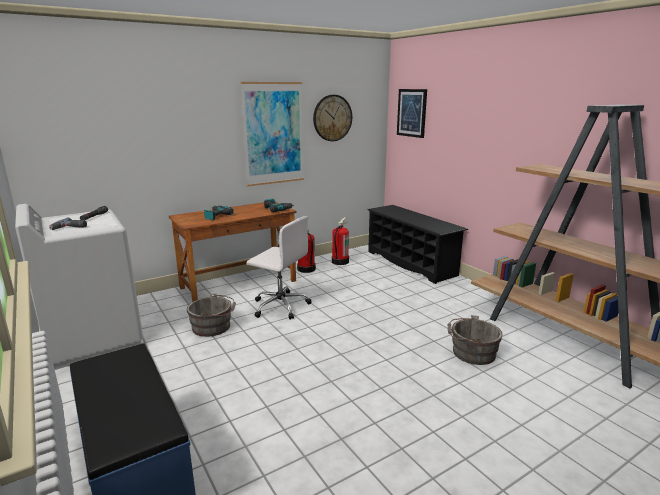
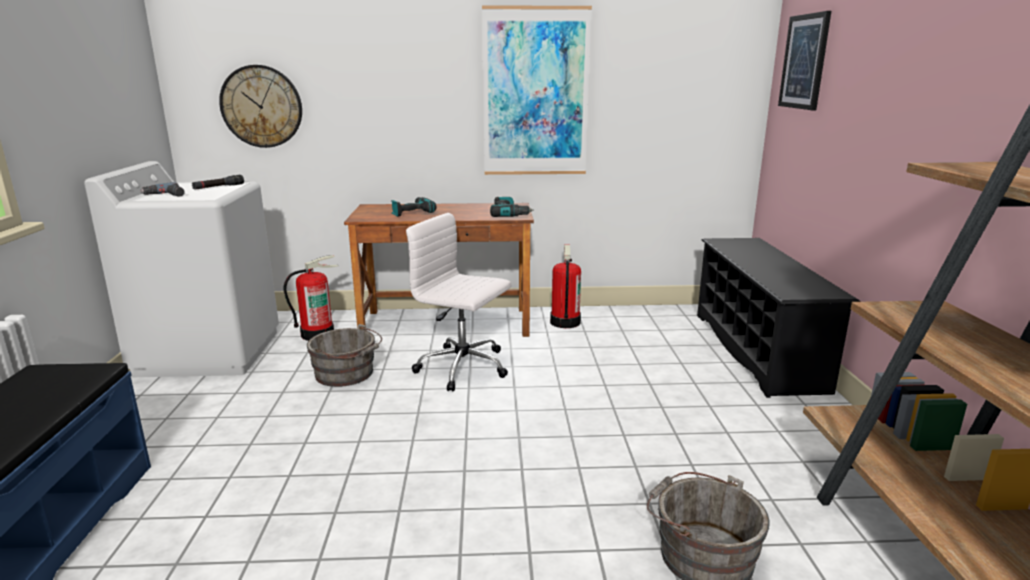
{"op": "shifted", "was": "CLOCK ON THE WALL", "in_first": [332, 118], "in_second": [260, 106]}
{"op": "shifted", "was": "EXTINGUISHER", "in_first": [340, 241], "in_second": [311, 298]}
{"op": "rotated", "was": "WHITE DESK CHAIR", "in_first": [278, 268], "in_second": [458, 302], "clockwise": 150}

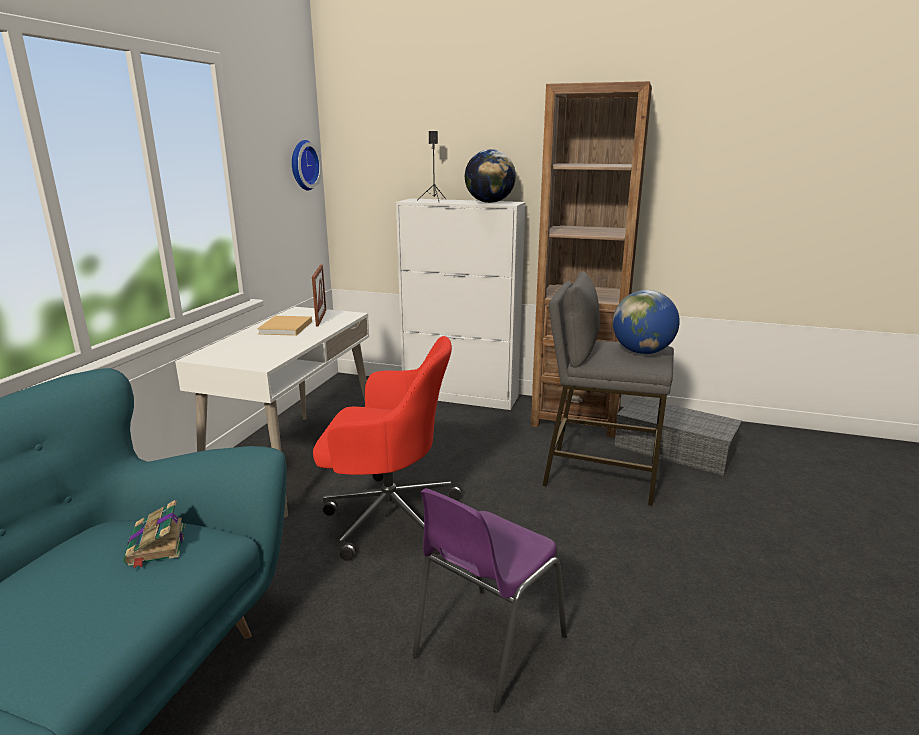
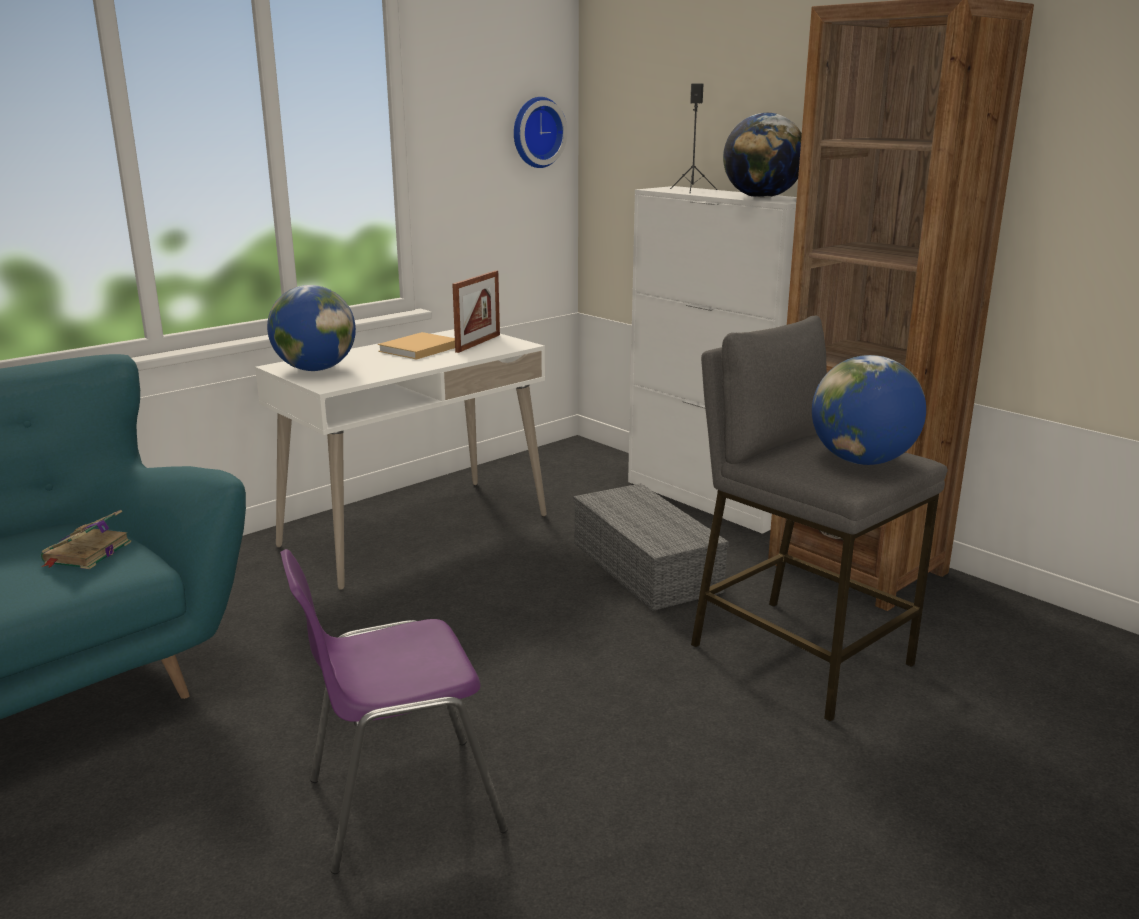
{"op": "gone", "was": "REDDISH DESK CHAIR", "in_first": [387, 448]}
{"op": "new", "now": "WORLD GLOBE", "in_second": [311, 328]}
{"op": "shifted", "was": "GREYISH STORAGE BIN", "in_first": [678, 436], "in_second": [651, 547]}

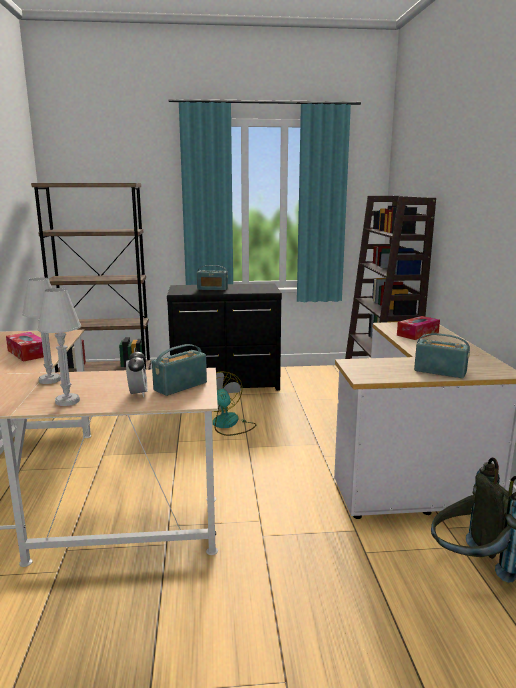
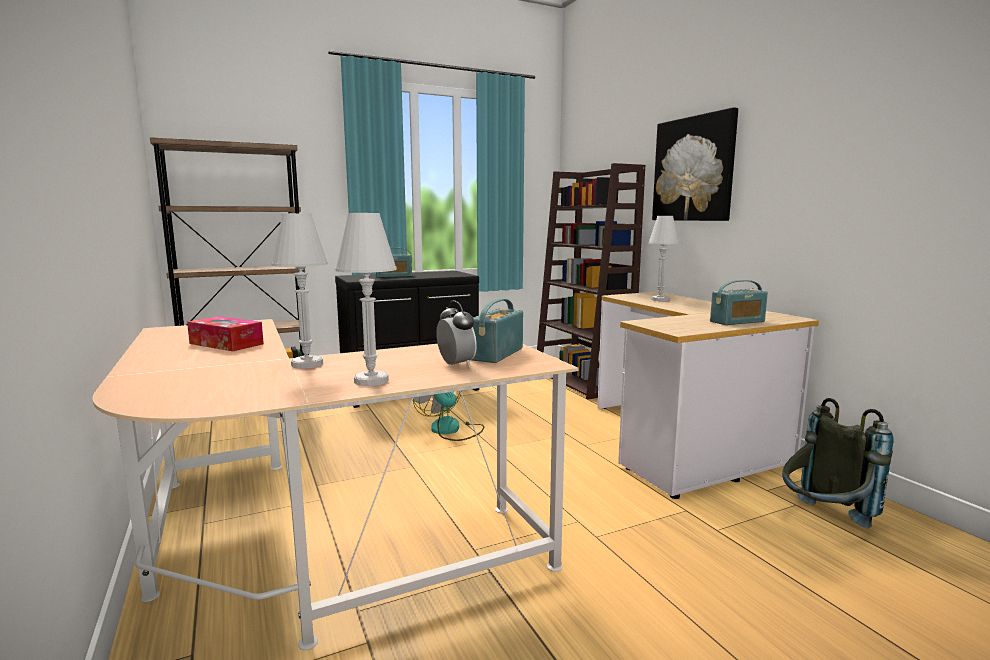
{"op": "new", "now": "PICTURE", "in_second": [695, 164]}
{"op": "swapped", "was": "TISSUE HOLDER", "now": "WHITE LAMP FOR A TABLE", "in_first": [418, 328], "in_second": [663, 258]}
{"op": "rotated", "was": "RADIO", "in_first": [442, 355], "in_second": [739, 302], "clockwise": 150}

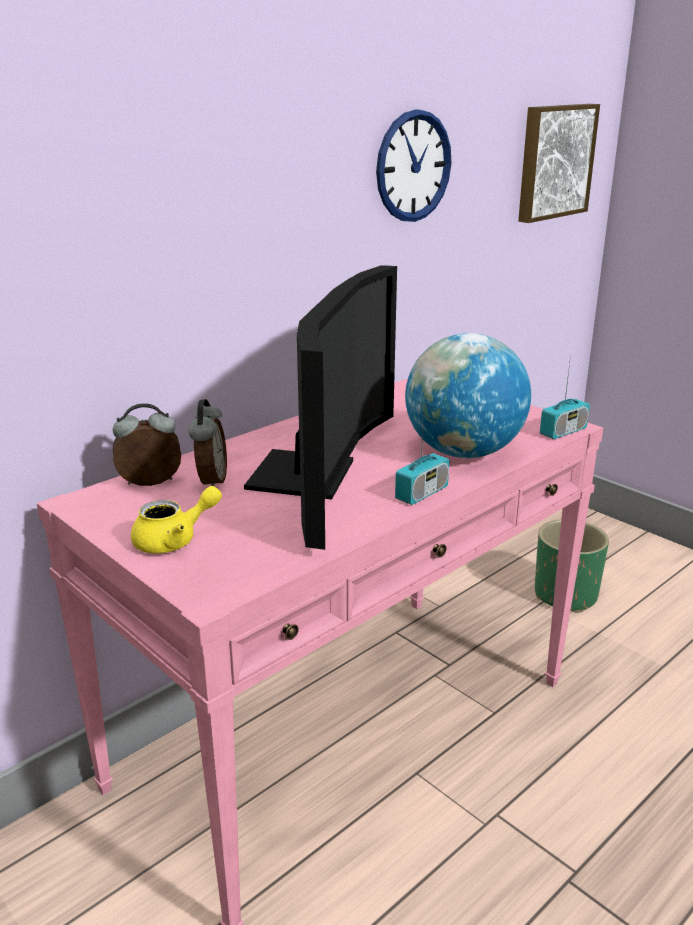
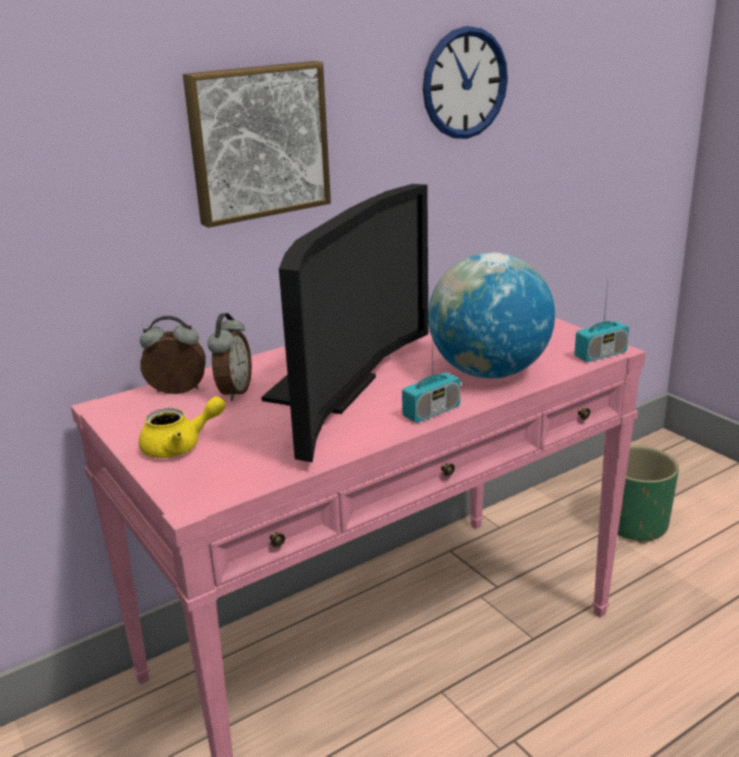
{"op": "shifted", "was": "PICTURE", "in_first": [559, 163], "in_second": [257, 144]}

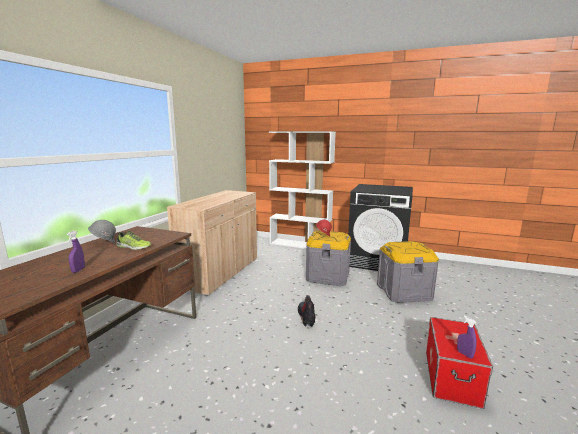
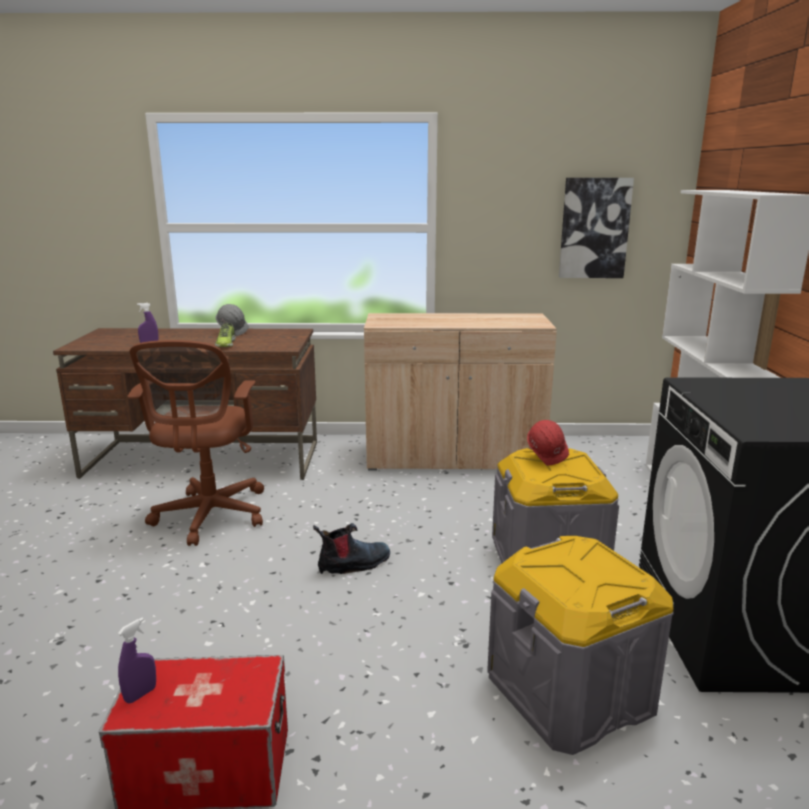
{"op": "new", "now": "BROWN-COLOURED DESK CHAIR", "in_second": [195, 443]}
{"op": "new", "now": "PICTURE", "in_second": [596, 228]}

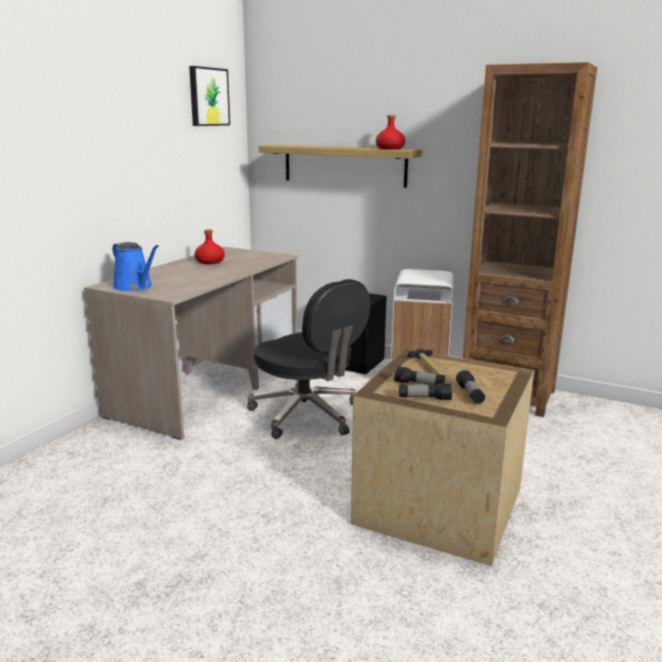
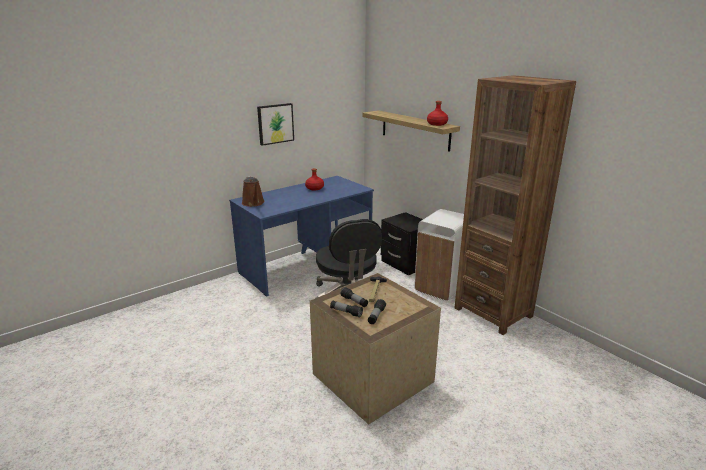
{"op": "shifted", "was": "PICTURE", "in_first": [209, 96], "in_second": [275, 124]}
{"op": "repainted", "was": "SAND-COLOURED DESK TABLE", "now": "BLUISH DESK TABLE", "in_first": [191, 343], "in_second": [301, 236]}
{"op": "repainted", "was": "BLUISH SPRINKLING CAN", "now": "BROWN-COLOURED SPRINKLING CAN", "in_first": [135, 266], "in_second": [253, 191]}

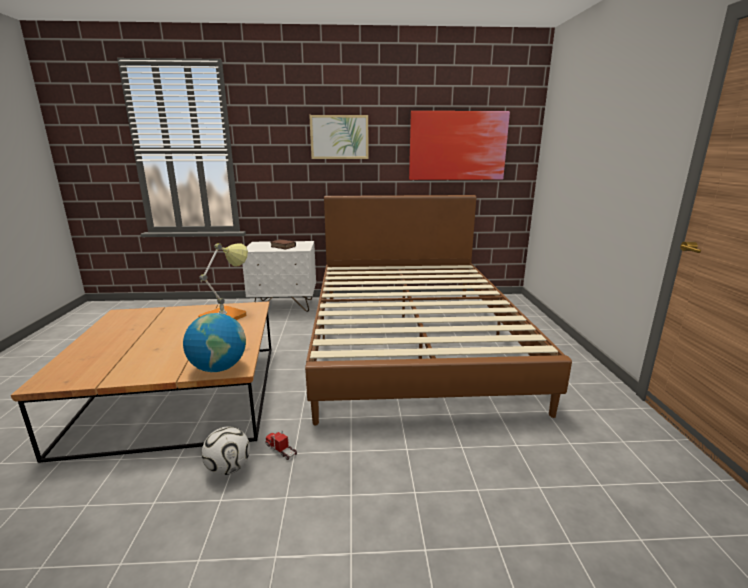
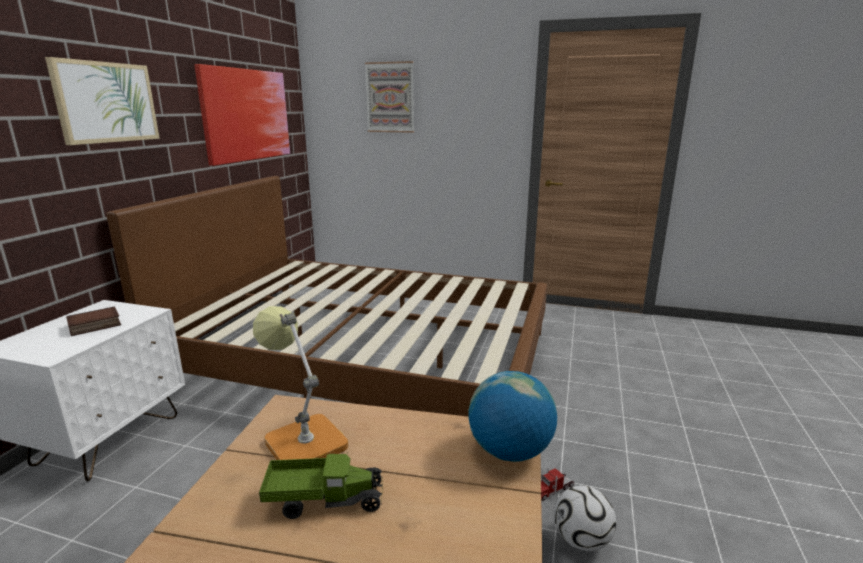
{"op": "new", "now": "MODEL TRUCK", "in_second": [321, 486]}
{"op": "new", "now": "PICTURE", "in_second": [389, 97]}

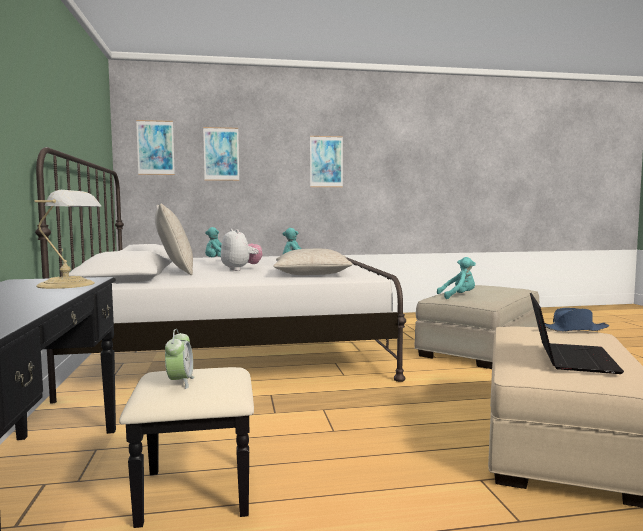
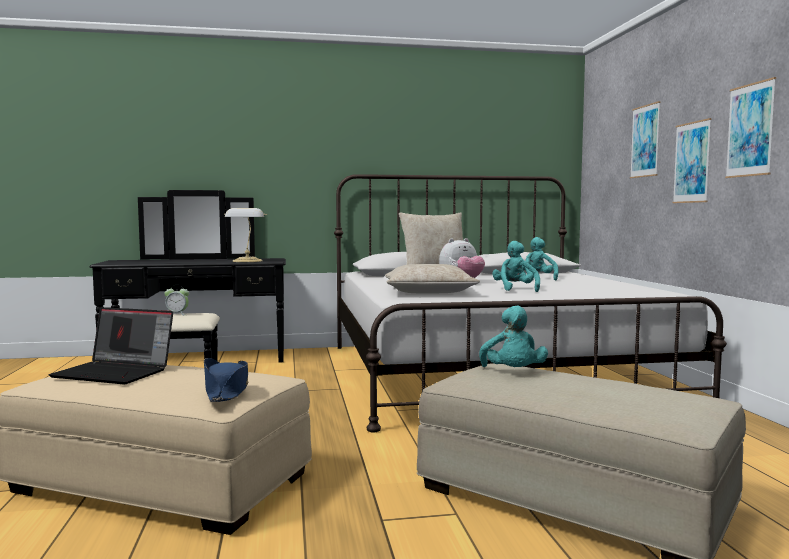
{"op": "shifted", "was": "PICTURE", "in_first": [155, 147], "in_second": [692, 160]}

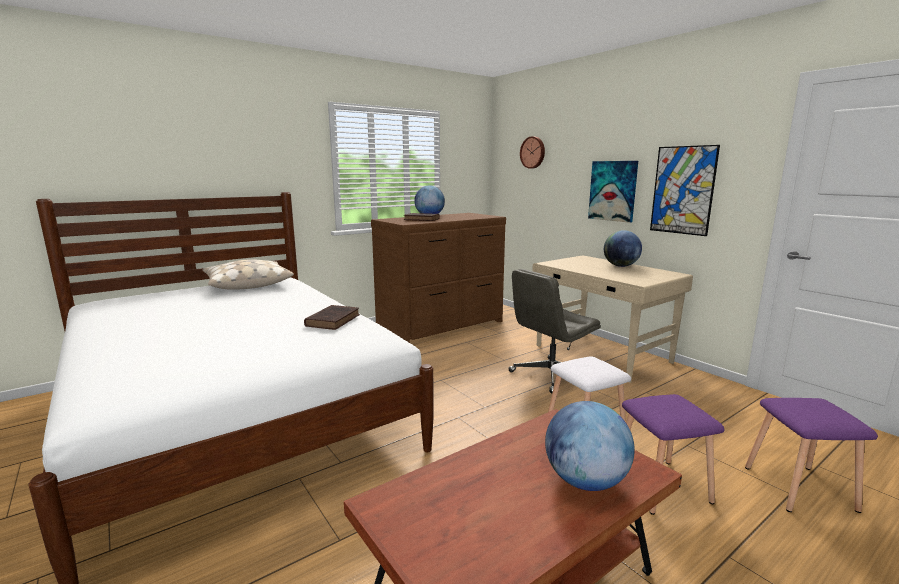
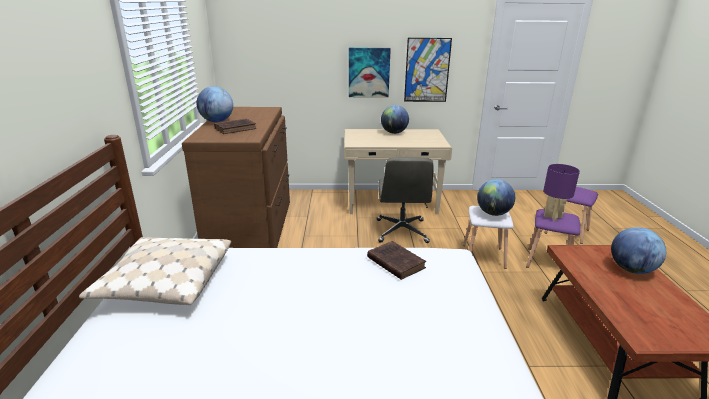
{"op": "gone", "was": "CLOCK ON THE WALL", "in_first": [532, 152]}
{"op": "new", "now": "WORLD GLOBE", "in_second": [496, 197]}
{"op": "new", "now": "PURPLE-COLOURED LAMP FOR A TABLE", "in_second": [561, 192]}

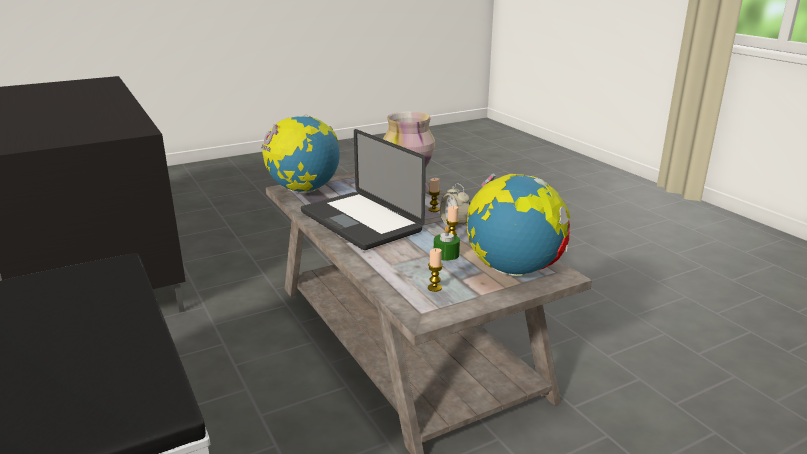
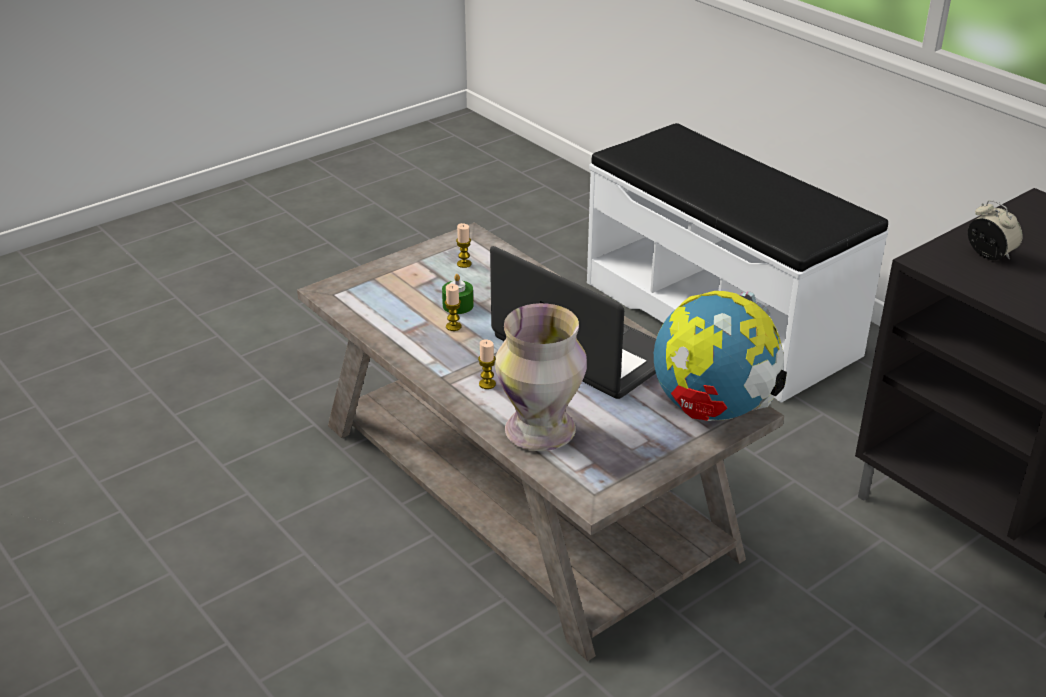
{"op": "gone", "was": "WORLD GLOBE", "in_first": [518, 224]}
{"op": "shifted", "was": "ALARM CLOCK", "in_first": [455, 205], "in_second": [995, 230]}

